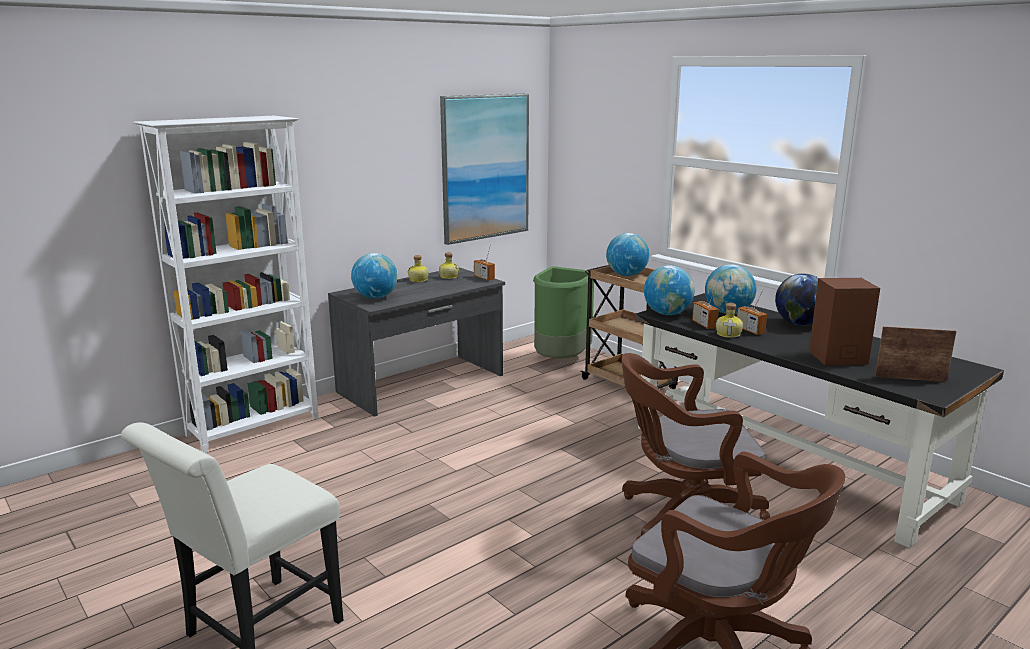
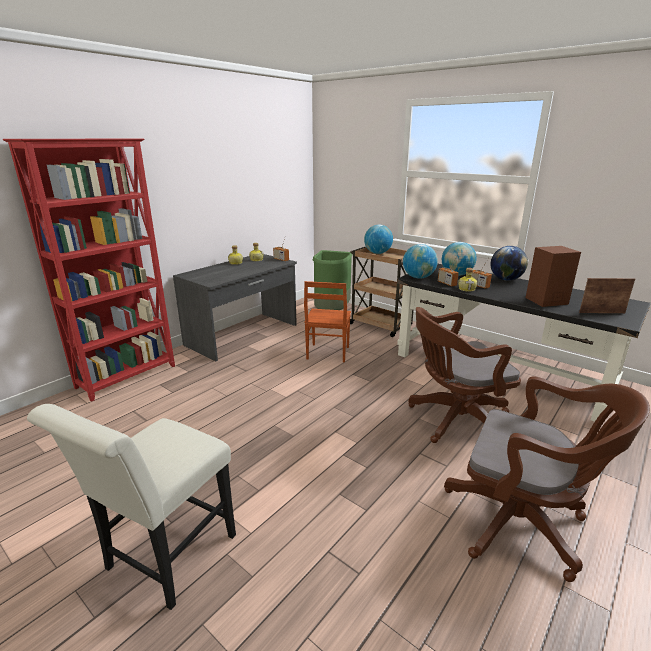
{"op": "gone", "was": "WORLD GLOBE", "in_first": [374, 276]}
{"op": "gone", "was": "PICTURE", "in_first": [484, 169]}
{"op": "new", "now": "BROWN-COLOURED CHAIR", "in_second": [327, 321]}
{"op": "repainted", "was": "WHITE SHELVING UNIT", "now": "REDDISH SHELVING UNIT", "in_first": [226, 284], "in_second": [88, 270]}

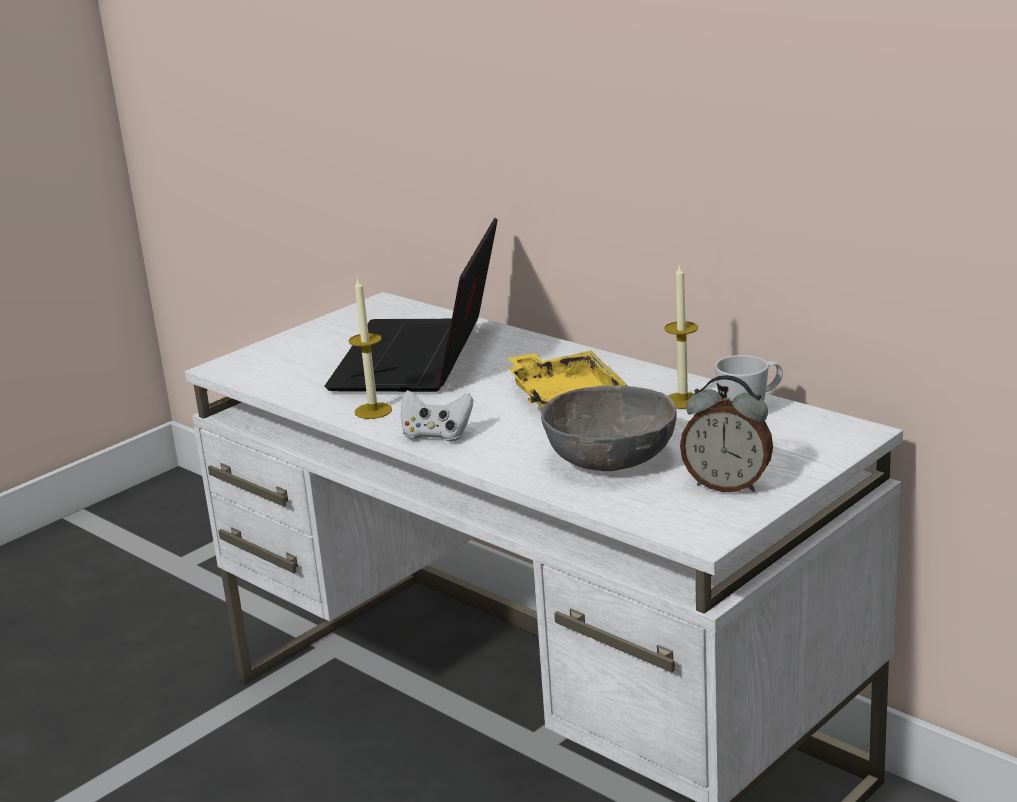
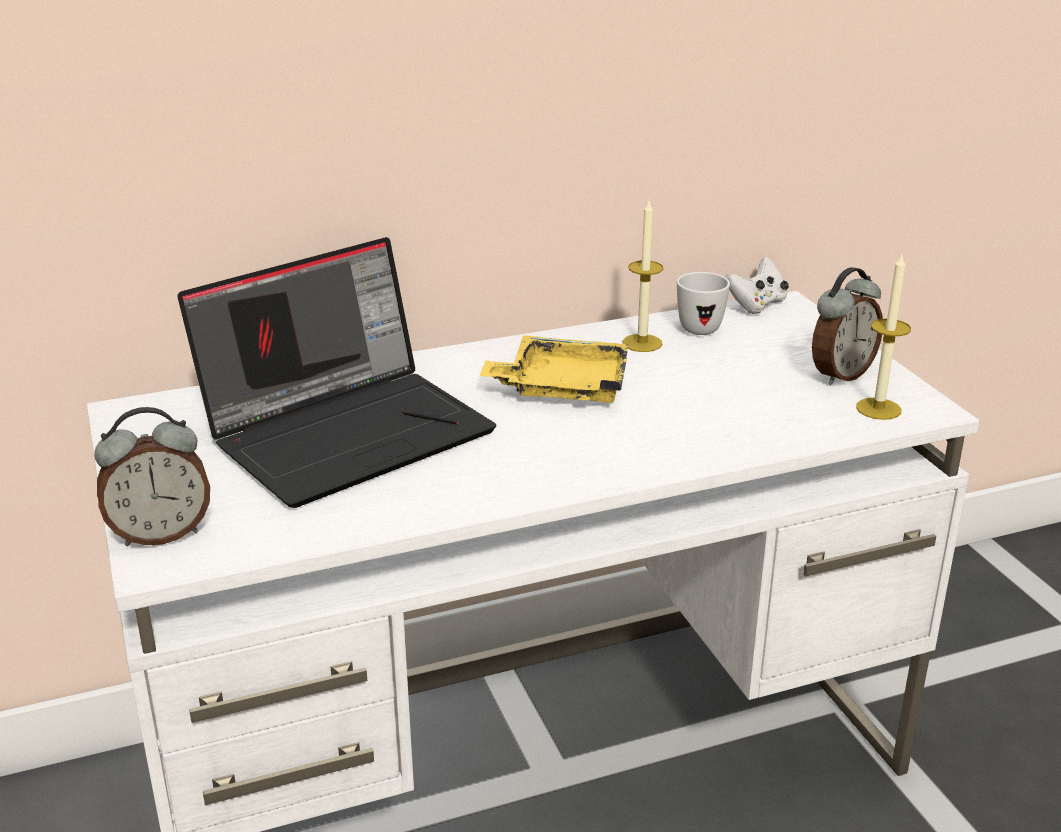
{"op": "gone", "was": "GREYISH BOWL", "in_first": [609, 428]}
{"op": "new", "now": "ALARM CLOCK", "in_second": [152, 476]}
{"op": "shifted", "was": "WAX CANDLE", "in_first": [370, 348], "in_second": [883, 337]}
{"op": "shifted", "was": "WHITE GAME CONTROLLER", "in_first": [437, 416], "in_second": [757, 285]}
{"op": "rotated", "was": "NOTEBOOK COMPUTER", "in_first": [411, 305], "in_second": [336, 372], "clockwise": -75}

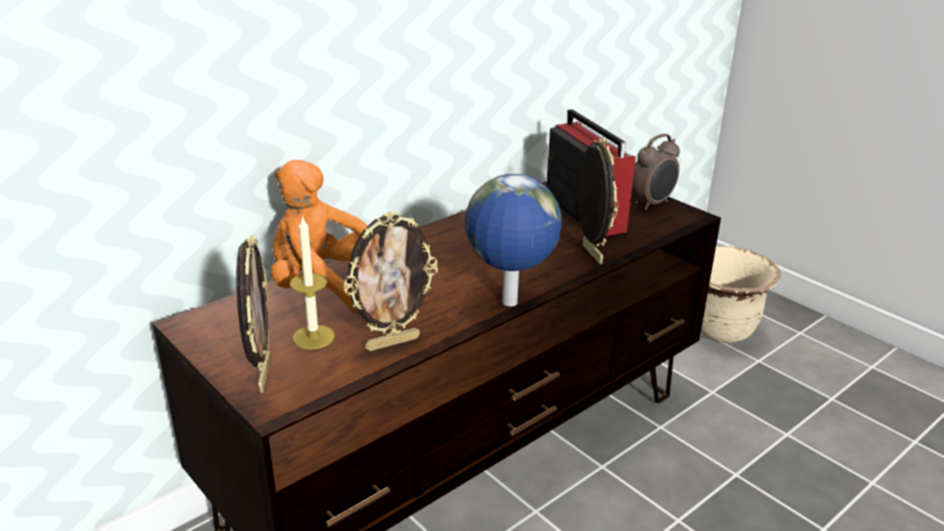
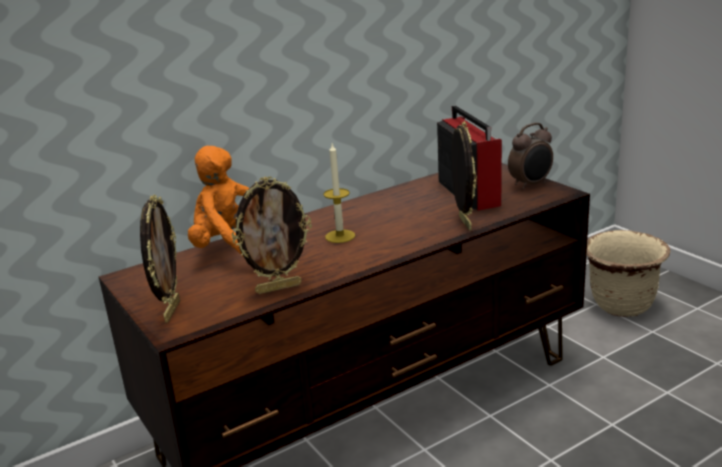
{"op": "gone", "was": "WORLD GLOBE", "in_first": [513, 240]}
{"op": "shifted", "was": "WAX CANDLE", "in_first": [312, 282], "in_second": [339, 193]}

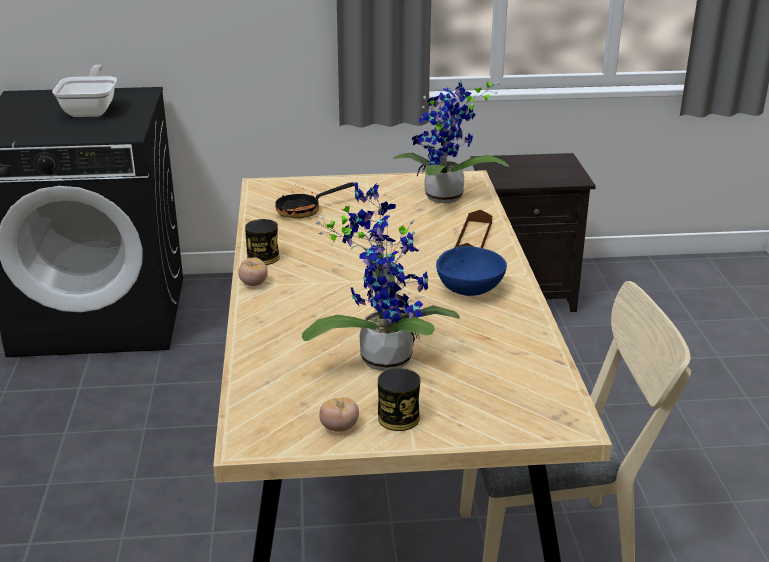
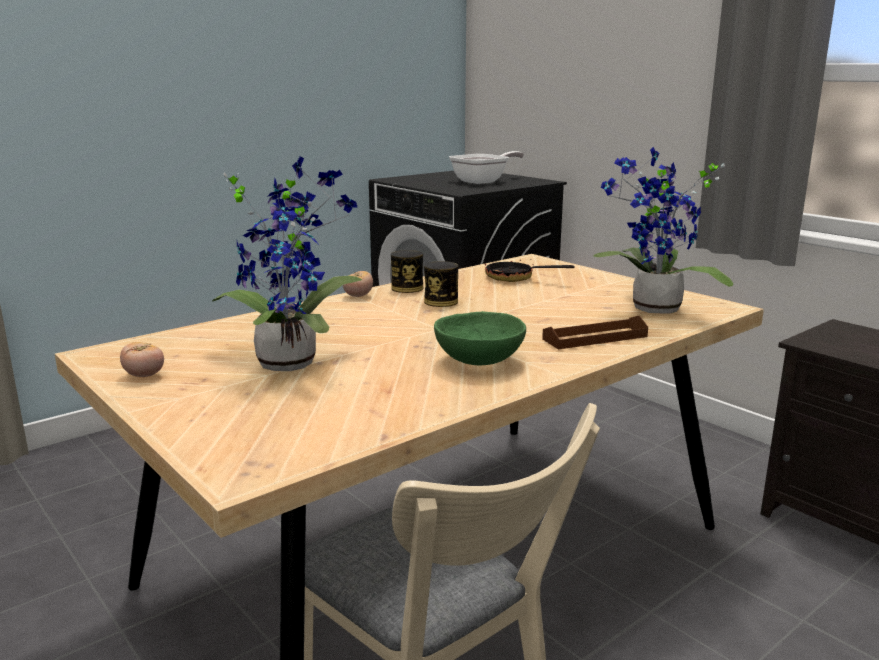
{"op": "shifted", "was": "SEALED CAN", "in_first": [399, 399], "in_second": [441, 284]}
{"op": "repainted", "was": "BLUISH BOWL", "now": "GREENISH BOWL", "in_first": [471, 271], "in_second": [480, 338]}

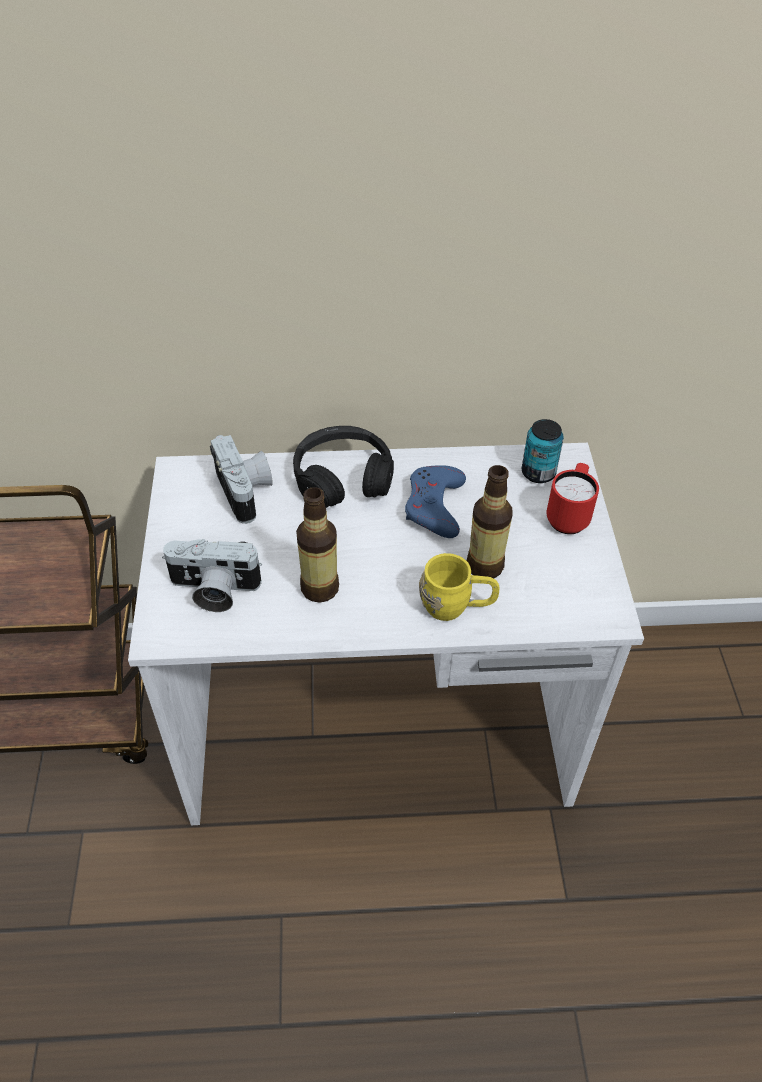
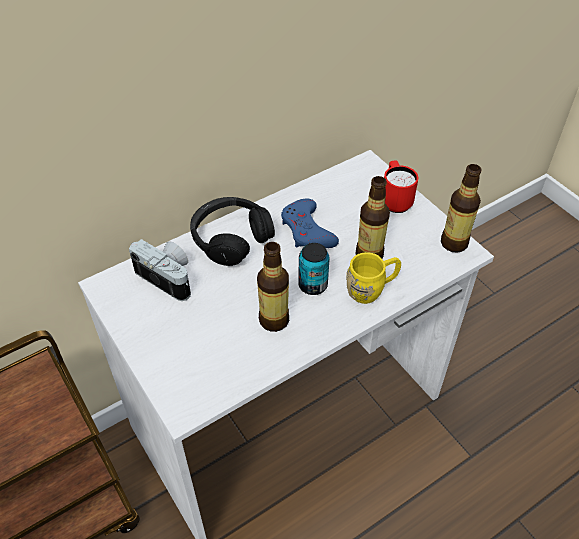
{"op": "gone", "was": "STILL CAMERA", "in_first": [212, 575]}
{"op": "new", "now": "BEVERAGE BOTTLE", "in_second": [461, 208]}
{"op": "shifted", "was": "SEALED CAN", "in_first": [543, 451], "in_second": [314, 269]}

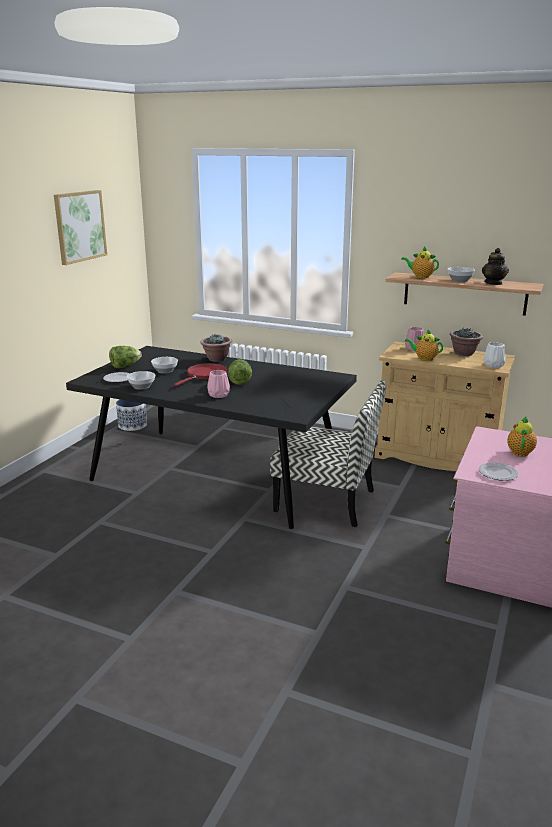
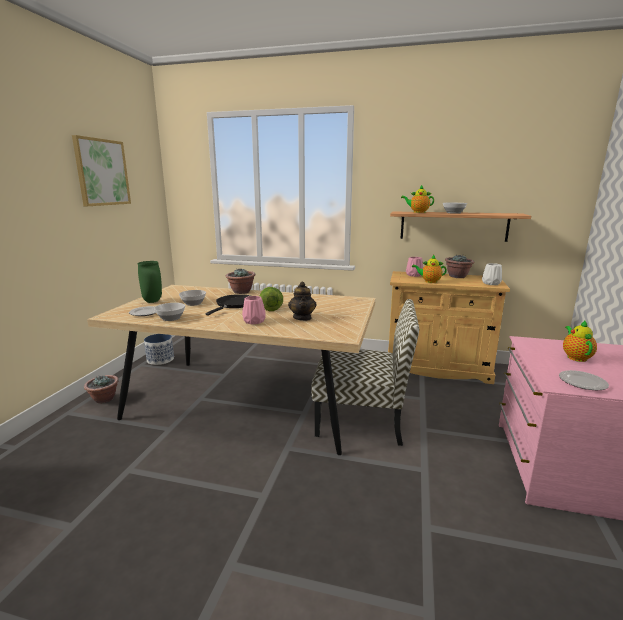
{"op": "new", "now": "POTTED PLANT", "in_second": [101, 389]}
{"op": "shifted", "was": "POT FOR TEA", "in_first": [495, 266], "in_second": [302, 301]}
{"op": "swapped", "was": "HEAD OF LETTUCE", "now": "GREENISH DECORATIVE VASE", "in_first": [125, 357], "in_second": [150, 282]}
{"op": "repainted", "was": "BLACKISH KITCHEN TABLE", "now": "SAND-COLOURED KITCHEN TABLE", "in_first": [211, 437], "in_second": [231, 370]}
{"op": "repainted", "was": "REDDISH FRYING PAN", "now": "BLACKISH FRYING PAN", "in_first": [200, 374], "in_second": [228, 305]}

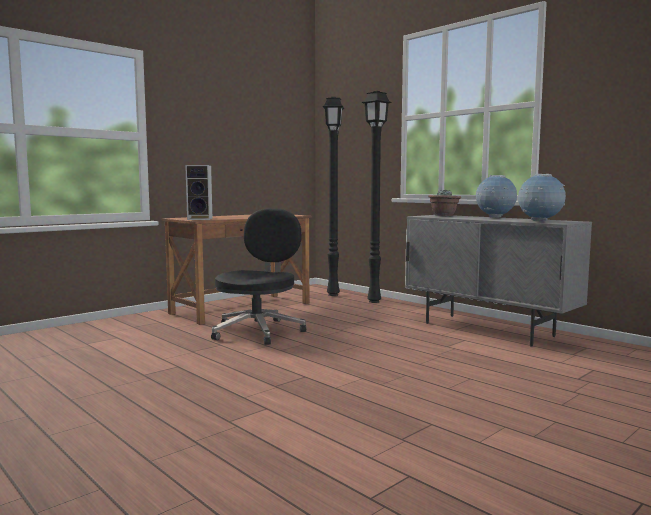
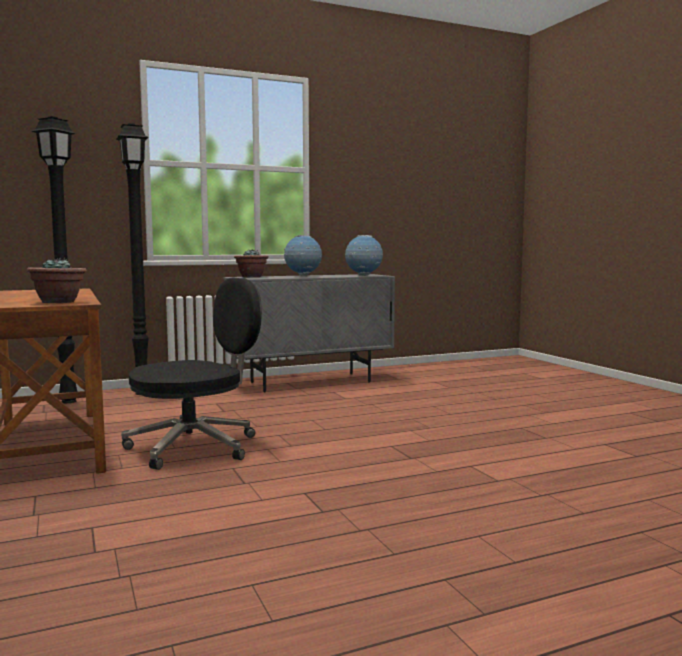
{"op": "swapped", "was": "LOUDSPEAKER", "now": "POTTED PLANT", "in_first": [199, 192], "in_second": [57, 280]}
{"op": "rotated", "was": "BLACKISH DESK CHAIR", "in_first": [258, 277], "in_second": [191, 373], "clockwise": 105}

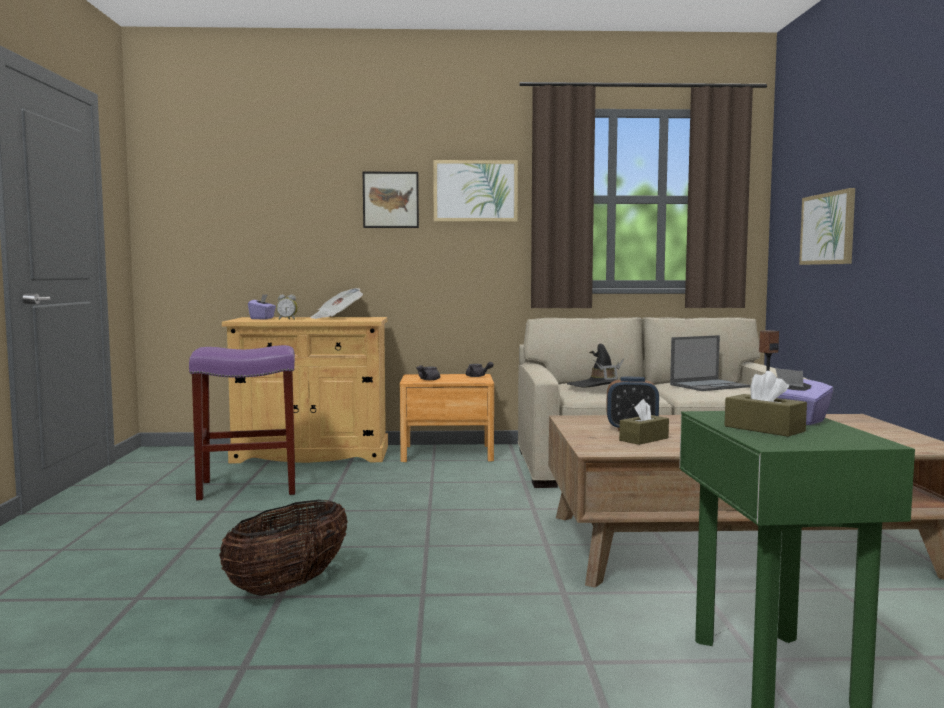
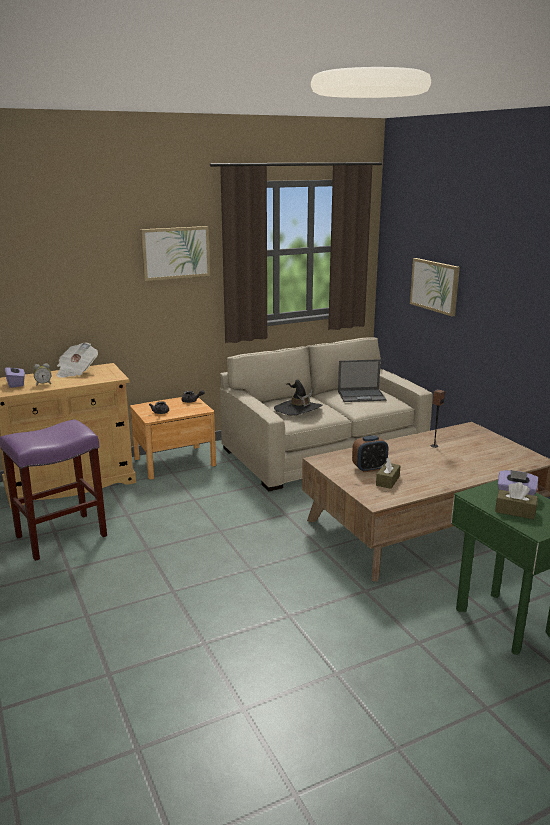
{"op": "gone", "was": "STORAGE BASKET", "in_first": [283, 548]}
{"op": "gone", "was": "PICTURE", "in_first": [391, 200]}
{"op": "rotated", "was": "NOTEBOOK COMPUTER", "in_first": [710, 363], "in_second": [362, 380], "clockwise": 45}

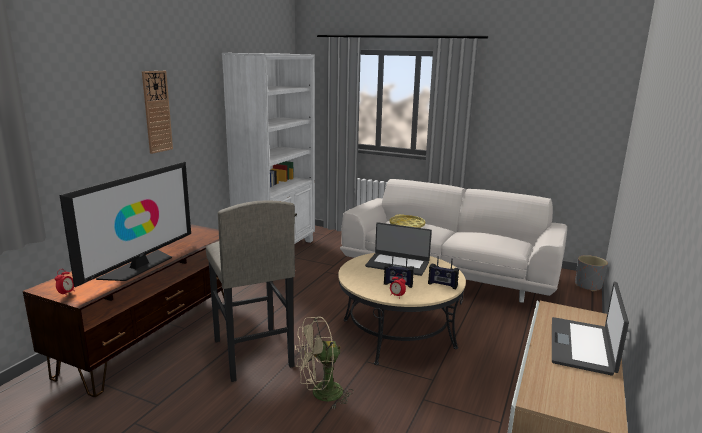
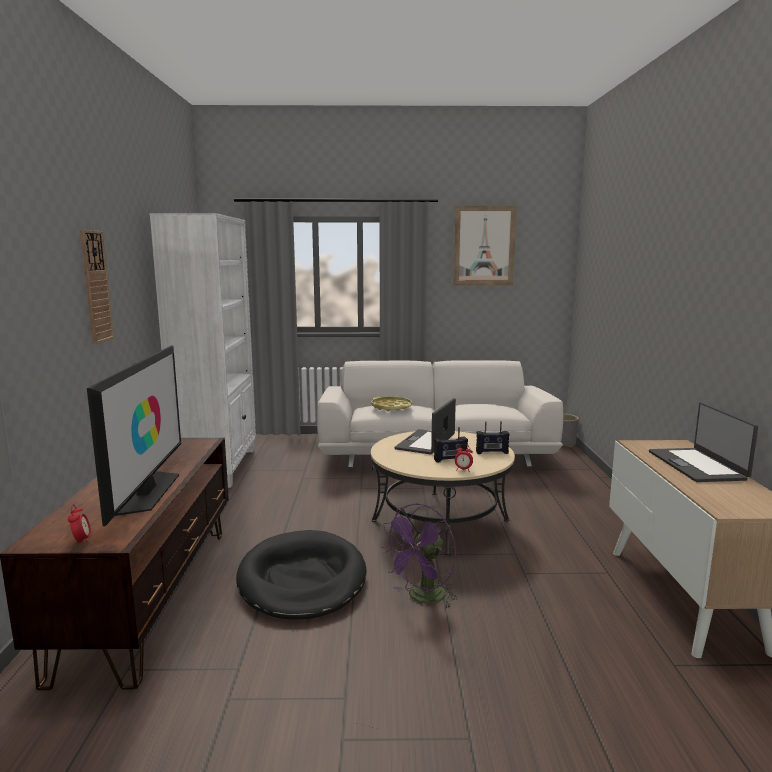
{"op": "new", "now": "PICTURE", "in_second": [485, 245]}
{"op": "swapped", "was": "GREYISH STOOL SEAT", "now": "BLACKISH DOG CUSHION", "in_first": [250, 291], "in_second": [301, 575]}
{"op": "repainted", "was": "SAND-COLOURED ELECTRIC FAN", "now": "PURPLE-COLOURED ELECTRIC FAN", "in_first": [324, 363], "in_second": [419, 555]}
{"op": "rotated", "was": "NOTEBOOK COMPUTER", "in_first": [398, 249], "in_second": [425, 426], "clockwise": 120}

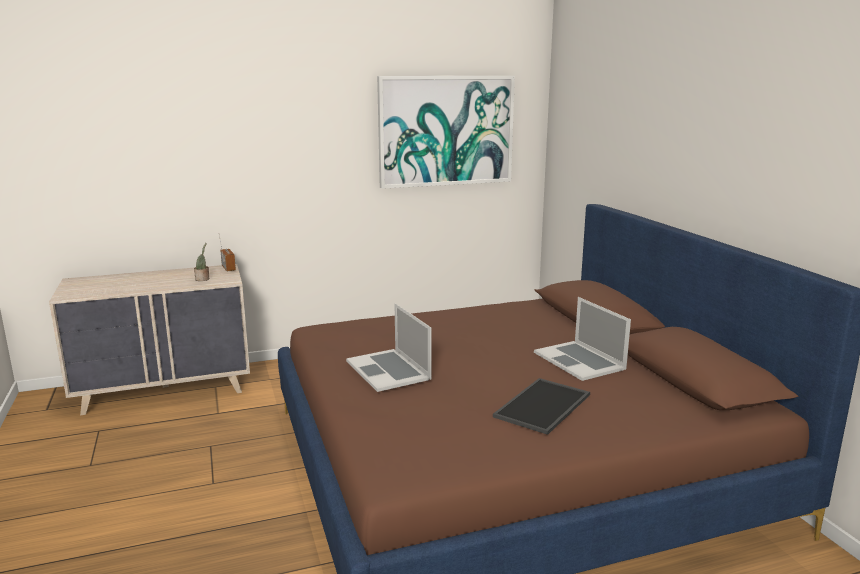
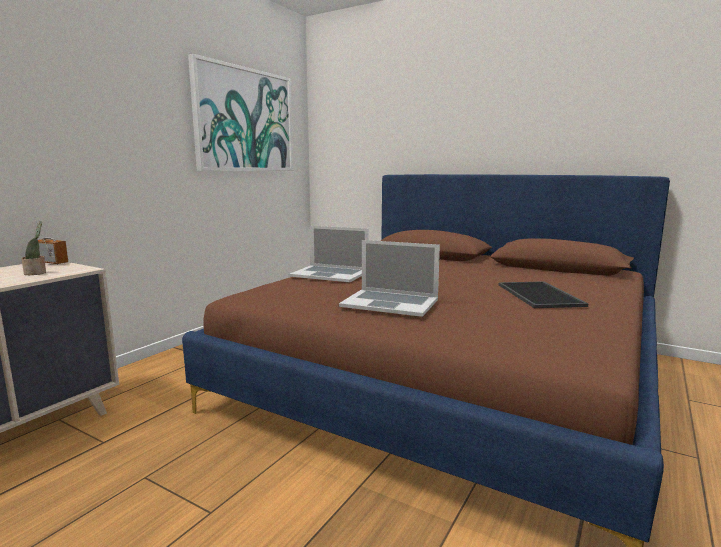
{"op": "shifted", "was": "NOTEBOOK COMPUTER", "in_first": [582, 339], "in_second": [329, 254]}

